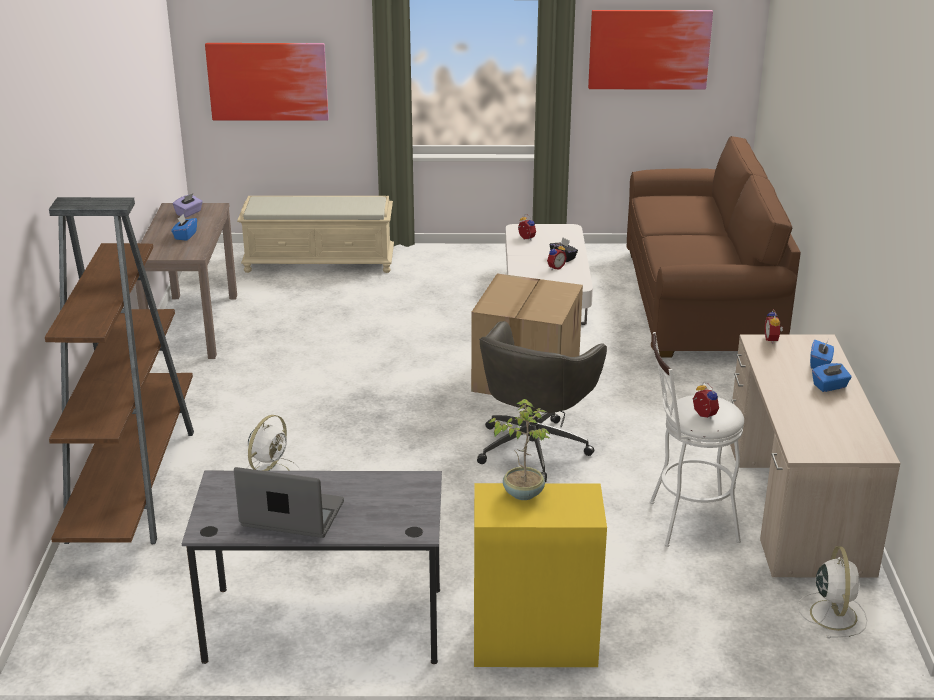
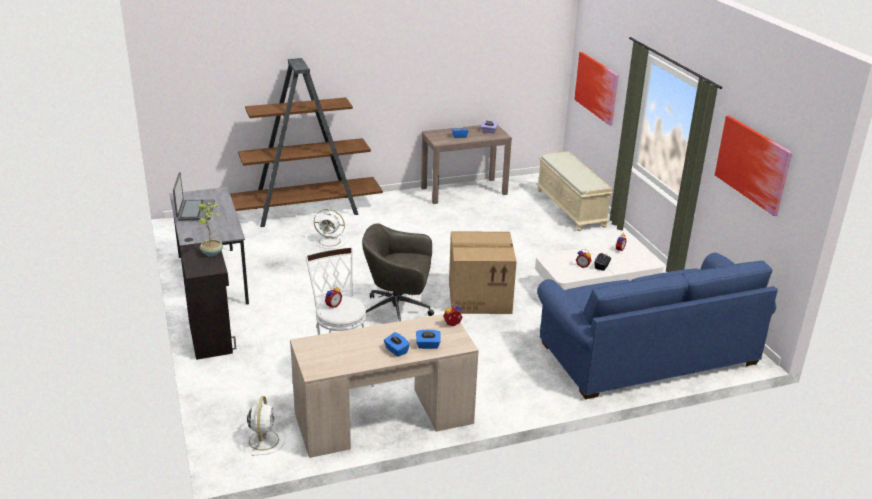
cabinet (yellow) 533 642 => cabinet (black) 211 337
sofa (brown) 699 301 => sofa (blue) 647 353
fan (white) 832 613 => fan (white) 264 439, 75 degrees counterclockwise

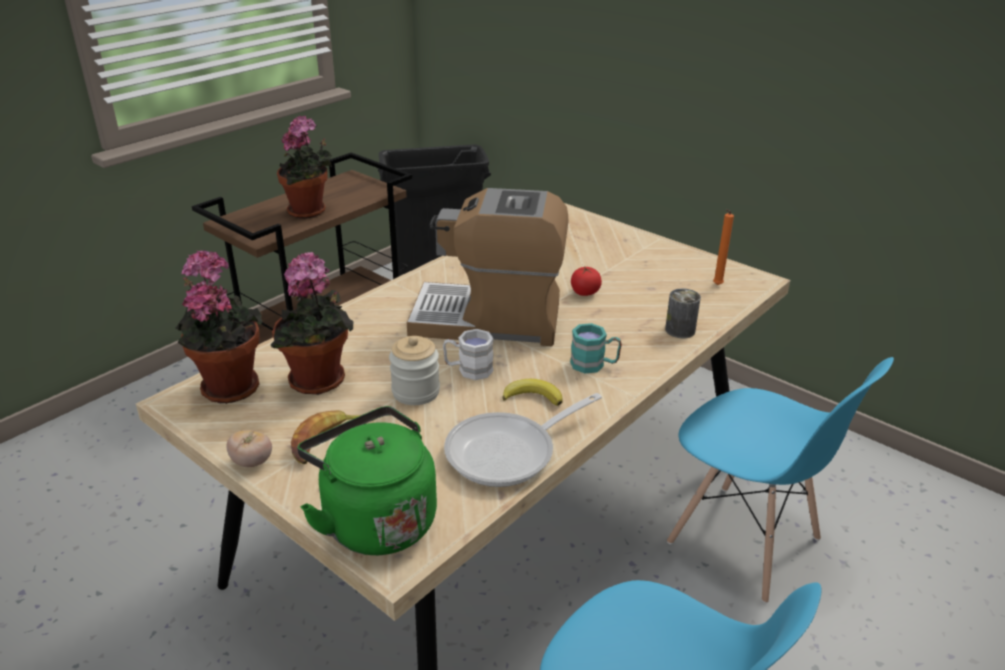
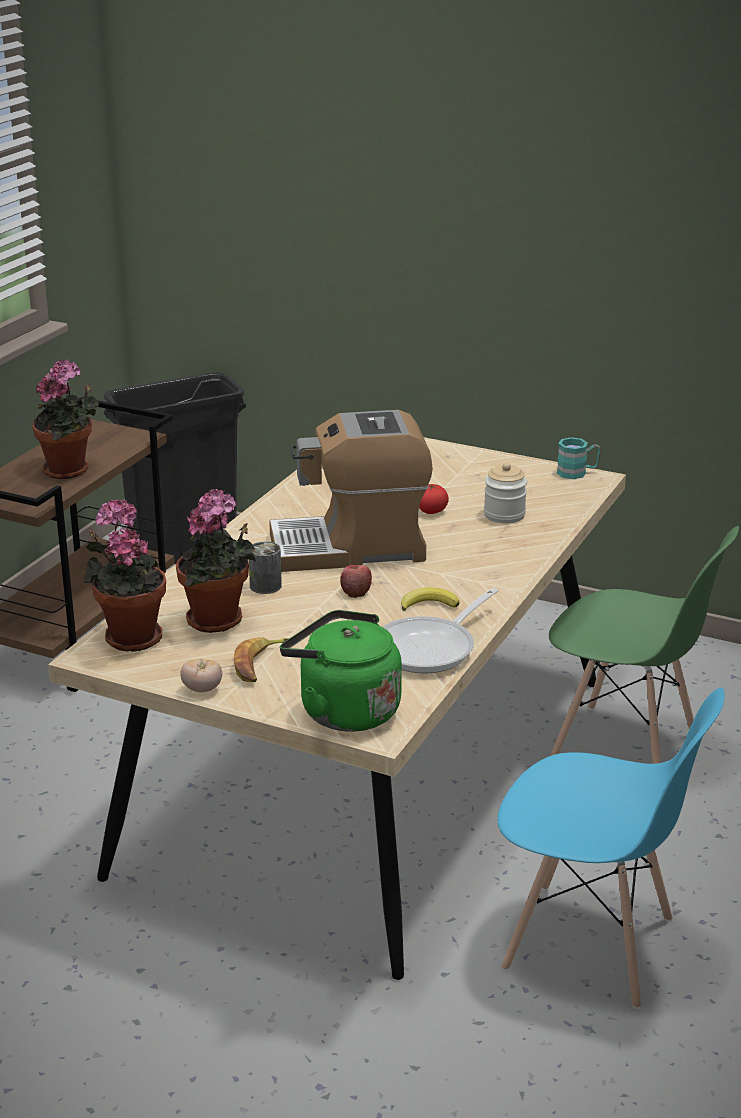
candle (orange) 716 285 => nothing
jar 416 392 => jar 504 515, moved
mug (turquoise) 594 365 => mug (turquoise) 577 473, moved
can 680 330 => can 265 586, moved
mug (white) 468 370 => apple 356 591
chair (blue) 744 542 => chair (green) 625 750

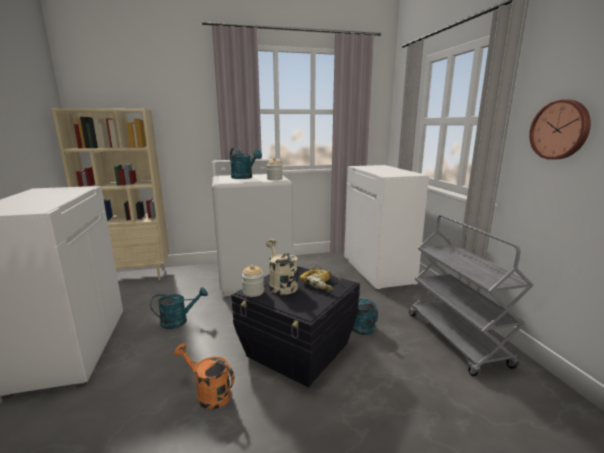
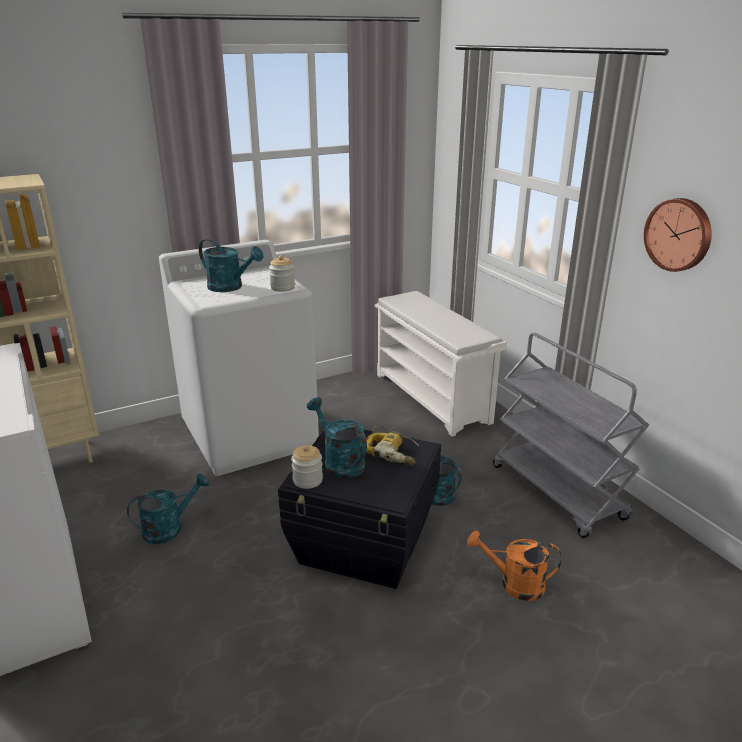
watering can (orange) 208 393 => watering can (orange) 514 584, moved
cabinet (white) 378 270 => shoe rack (white) 433 398
watering can (beige) 281 284 => watering can (turquoise) 339 462

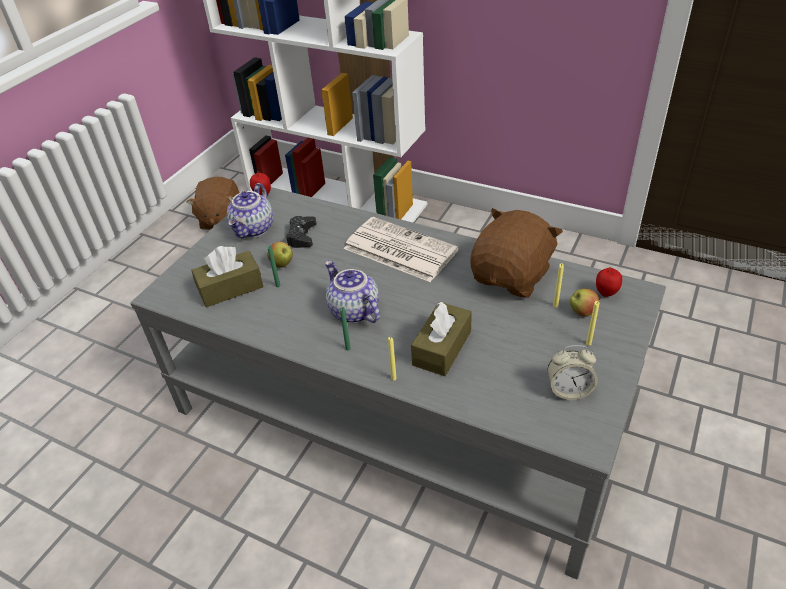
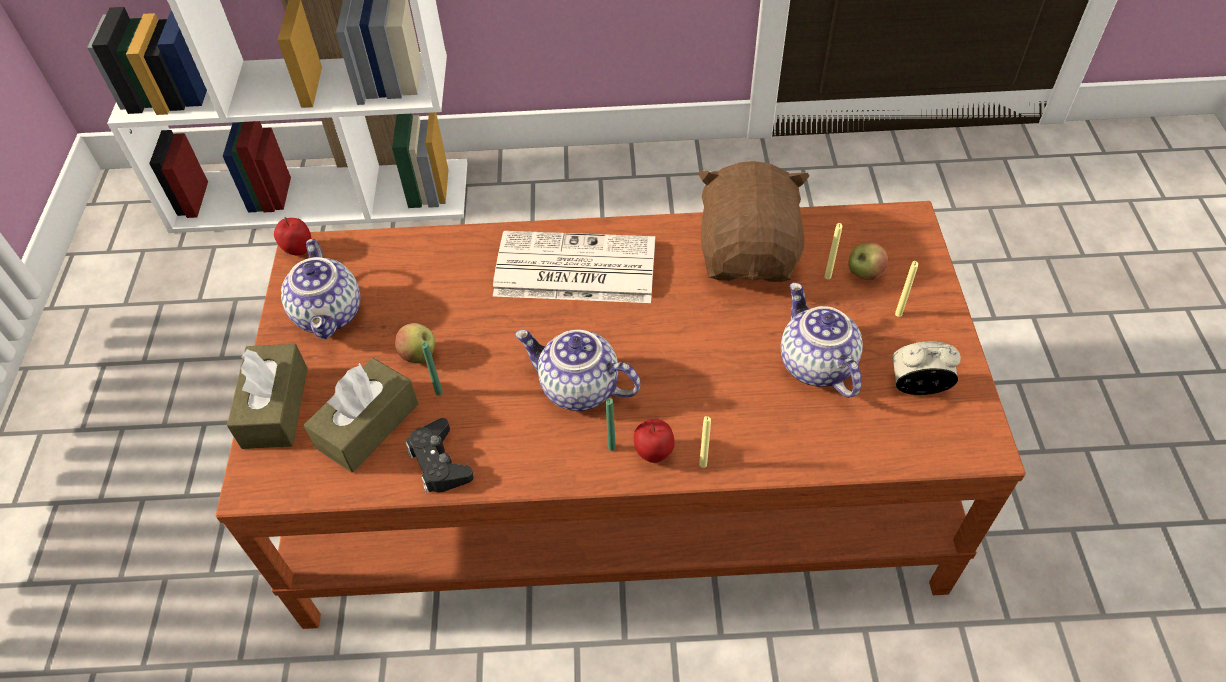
plush toy (brown) 220 219 => nothing
nothing => teapot 814 365
game controller (black) 301 236 => game controller (black) 439 462, moved
tissue box (brown) 442 348 => tissue box (brown) 275 407, moved
apple 606 294 => apple 653 454, moved
coffee table (grey) 400 406 => coffee table (brown) 616 475
alarm clock 568 390 => alarm clock 917 387, 150 degrees counterclockwise

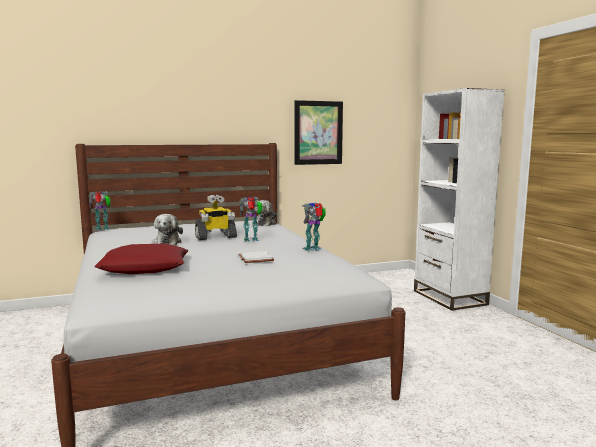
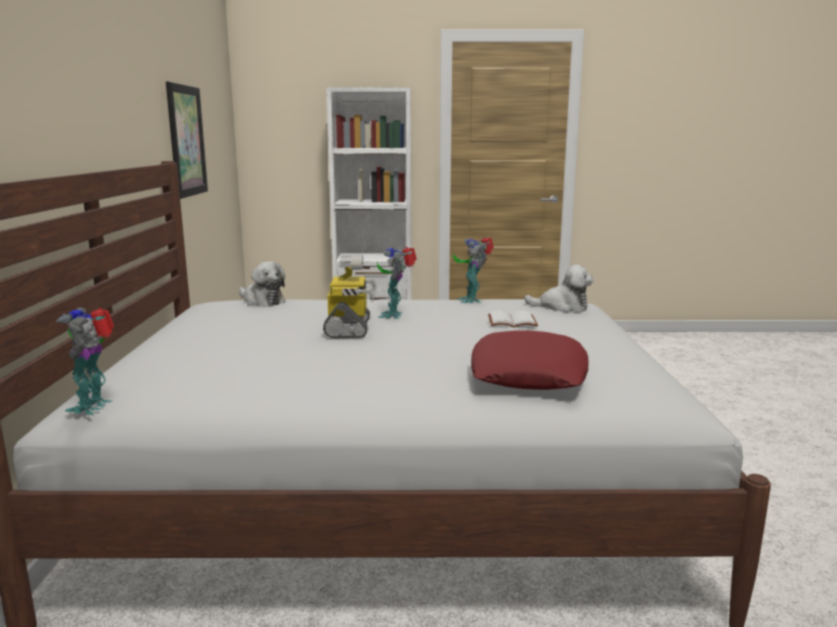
plush toy 167 242 => plush toy 562 307, moved

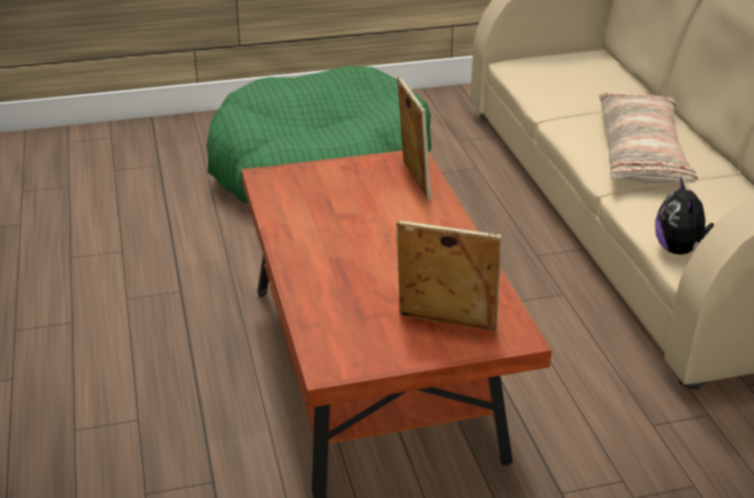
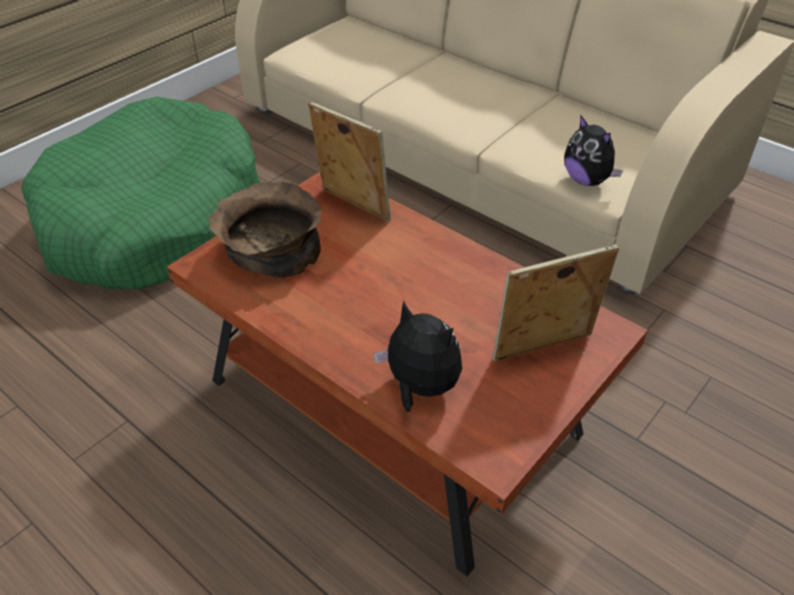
pillow 641 154 => nothing
nothing => bowl (brown) 271 248
nothing => plush toy 420 387

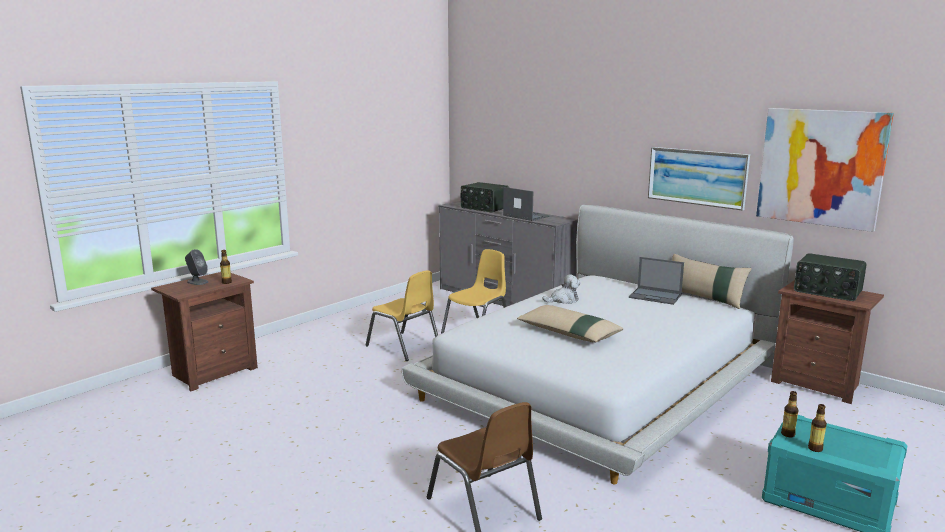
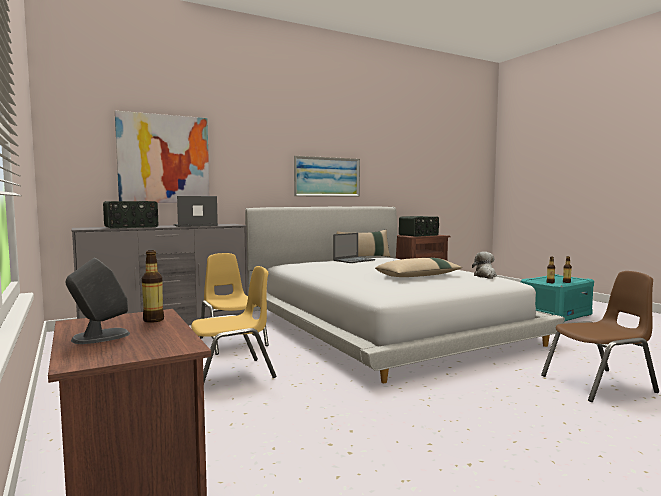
plush toy 563 300 => plush toy 485 276, moved
picture 820 167 => picture 164 159, moved

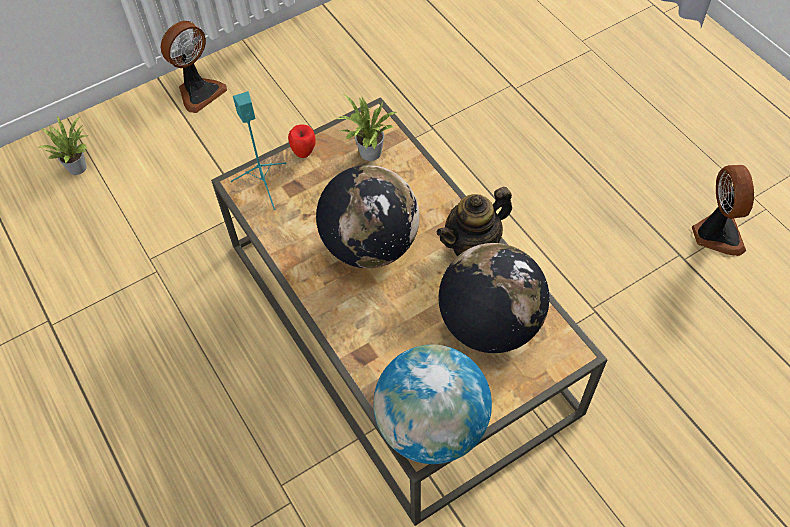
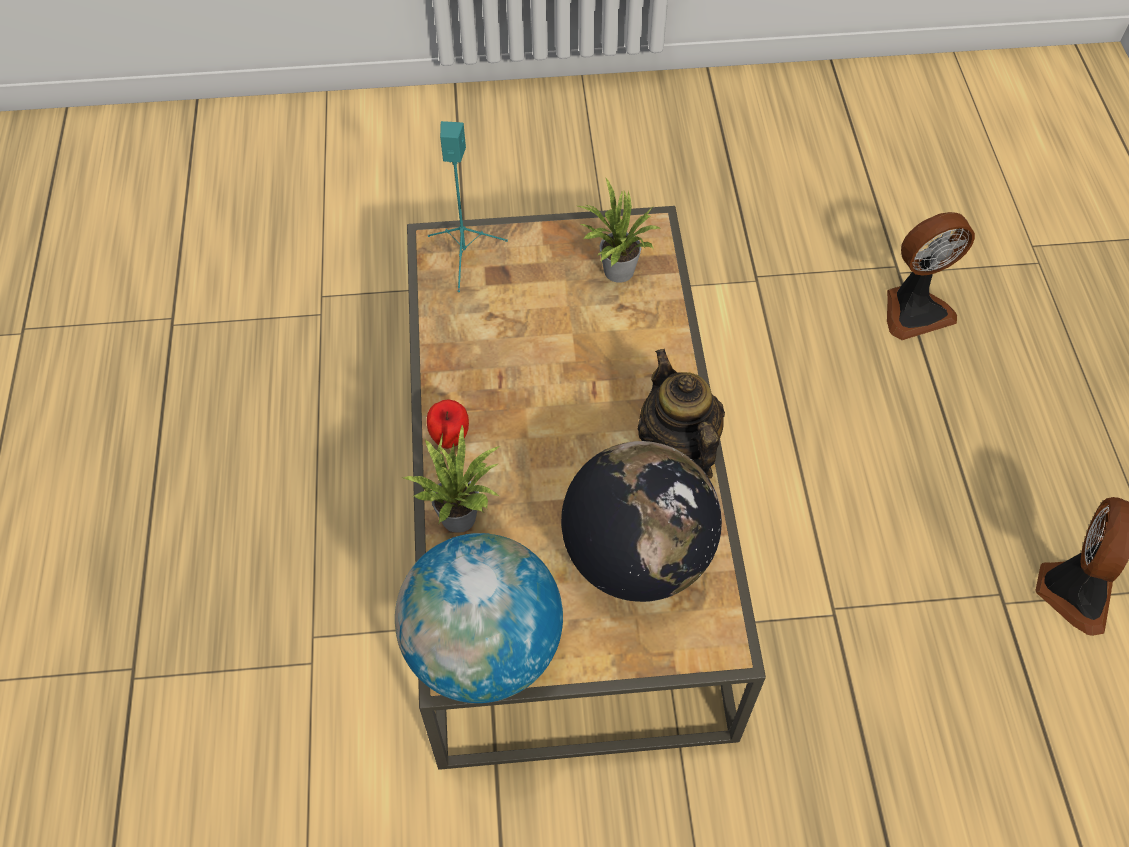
globe 370 245 => nothing
potted plant 78 166 => potted plant 461 513, moved
fan 199 92 => fan 914 309, moved
apple 304 153 => apple 450 440, moved
teapot 473 246 => teapot 677 446, 75 degrees clockwise

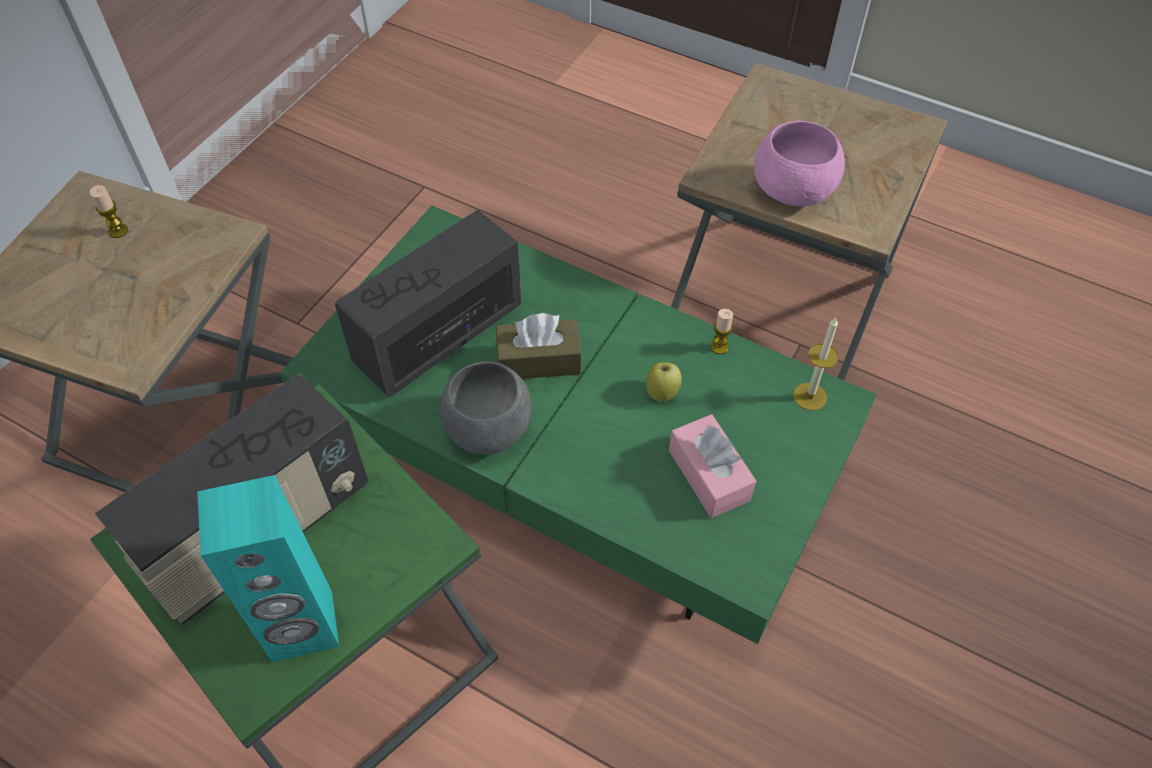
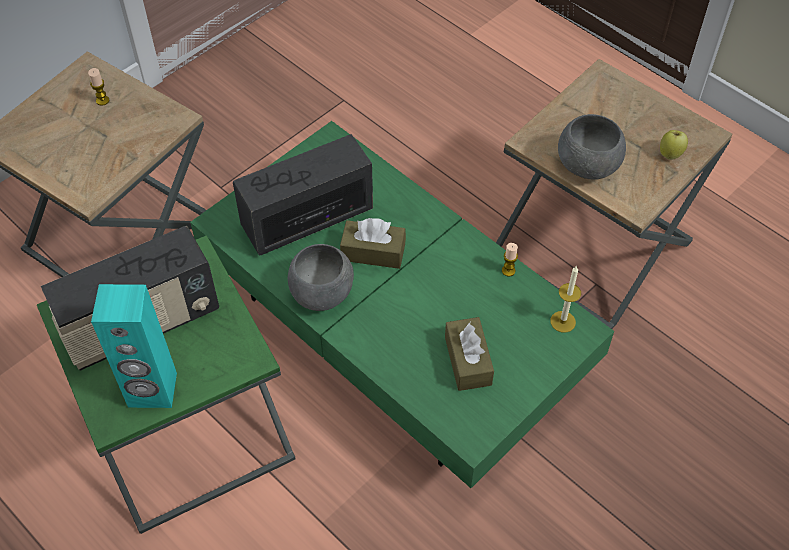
apple 662 392 => apple 670 154, moved
tissue box (pink) 709 475 => tissue box (brown) 468 361
bowl (pink) 792 193 => bowl (grey) 587 167

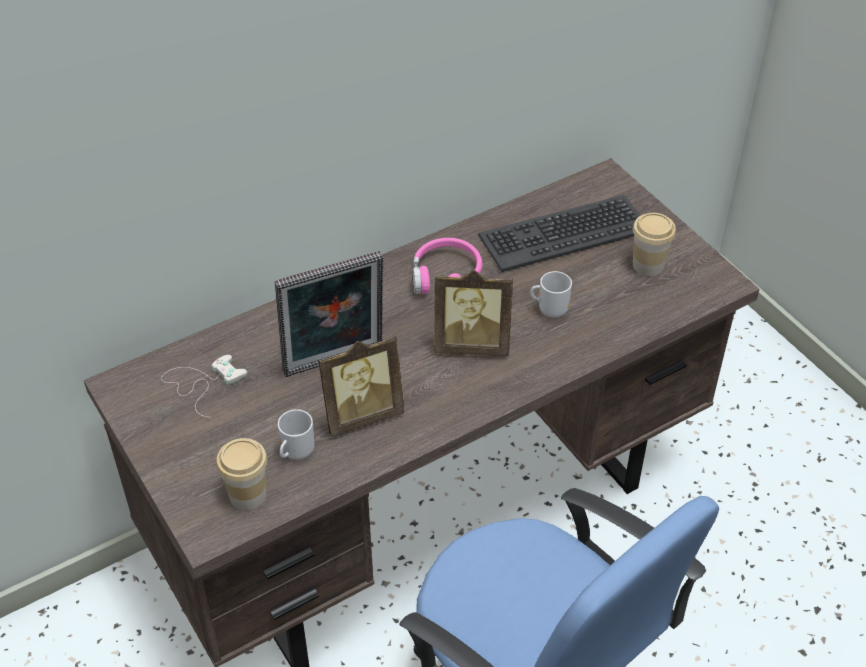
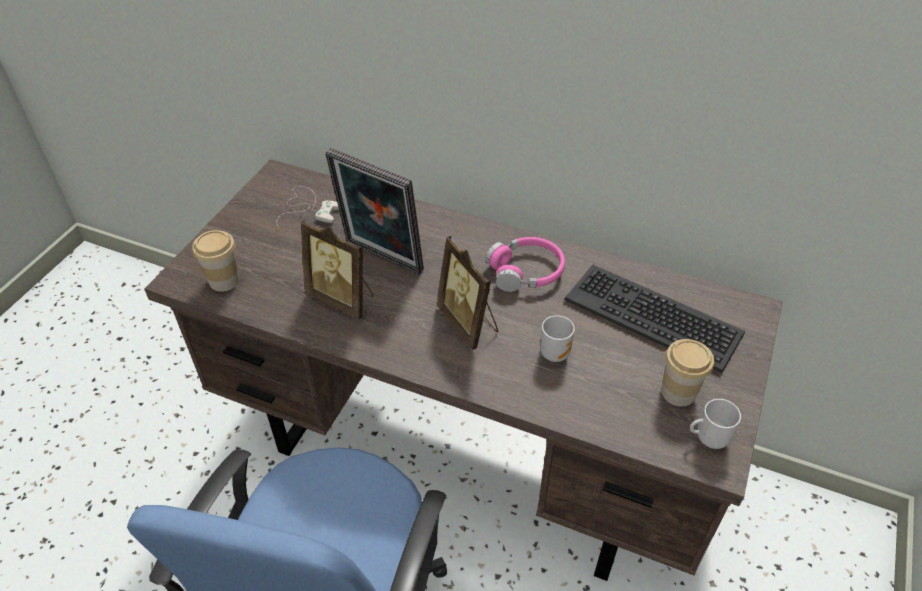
mug 295 452 => mug 708 438, moved

